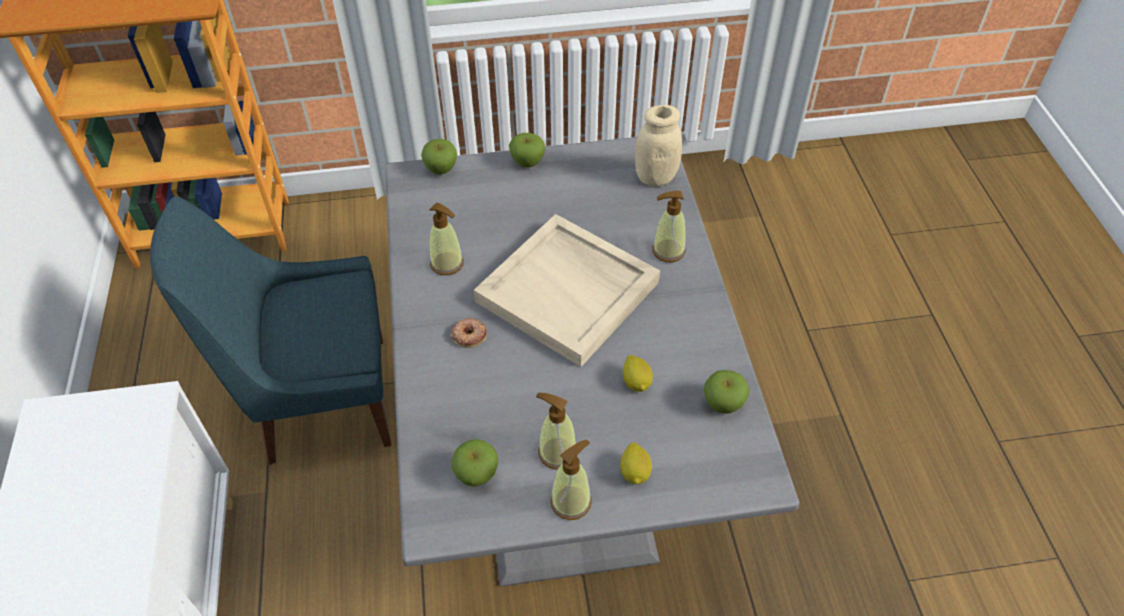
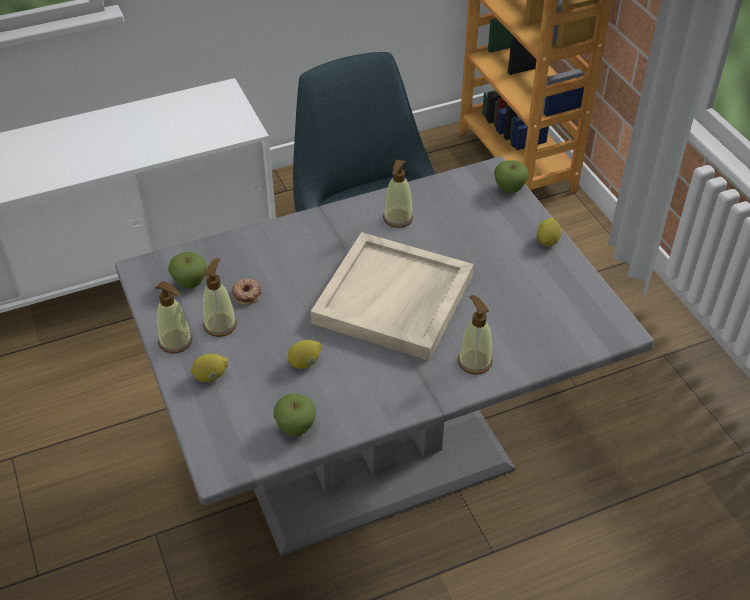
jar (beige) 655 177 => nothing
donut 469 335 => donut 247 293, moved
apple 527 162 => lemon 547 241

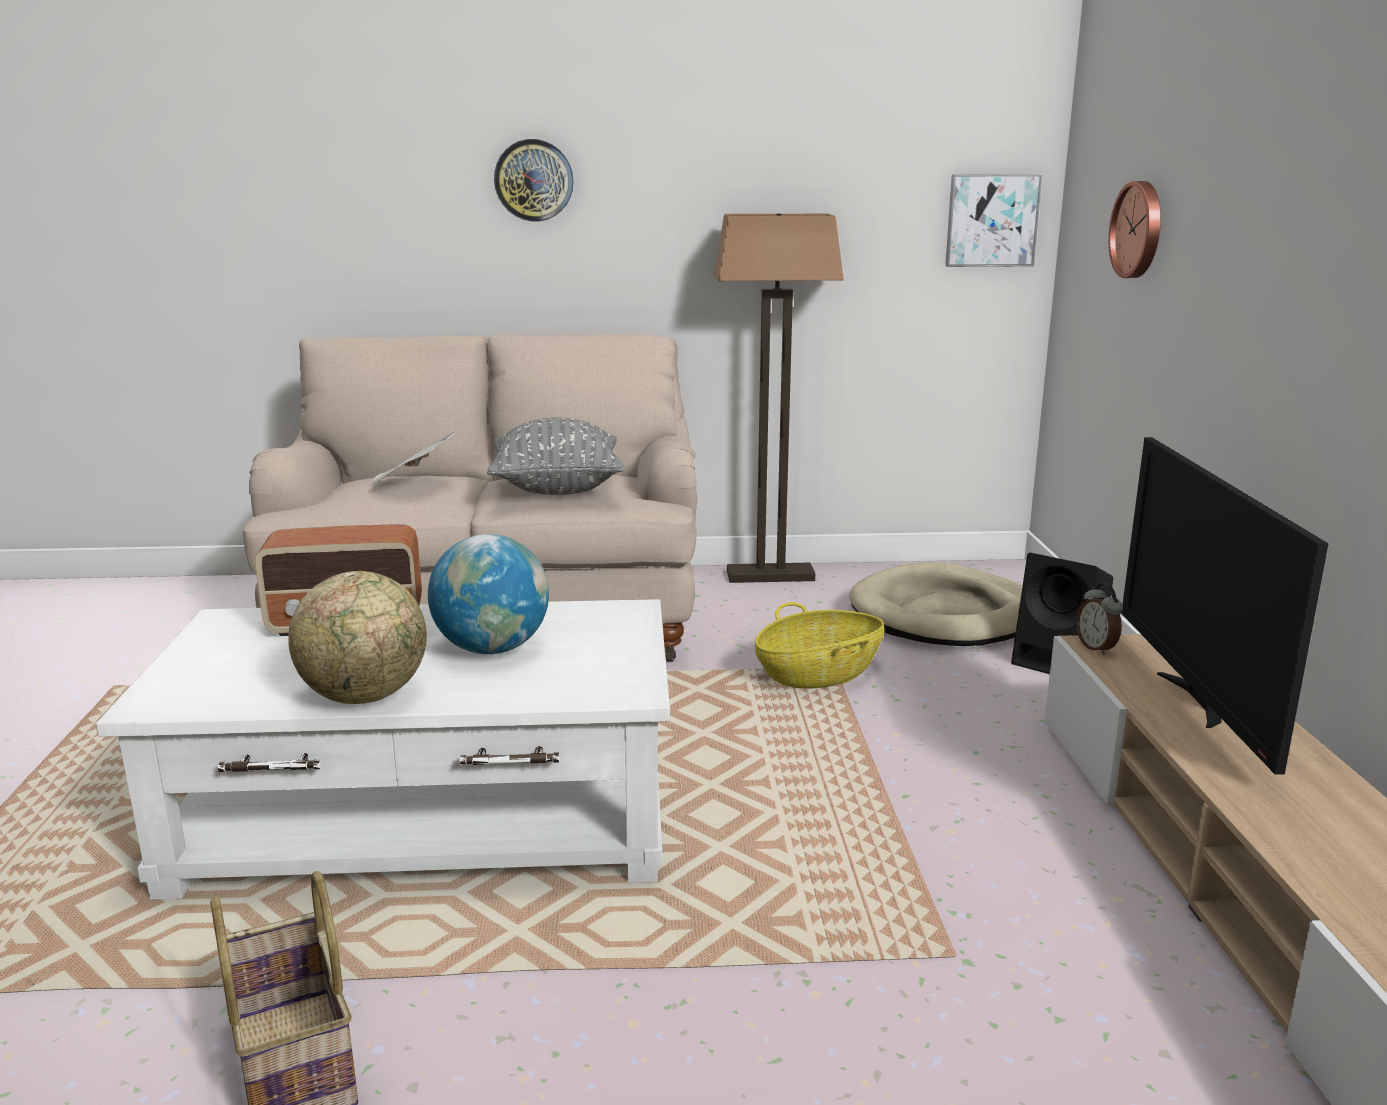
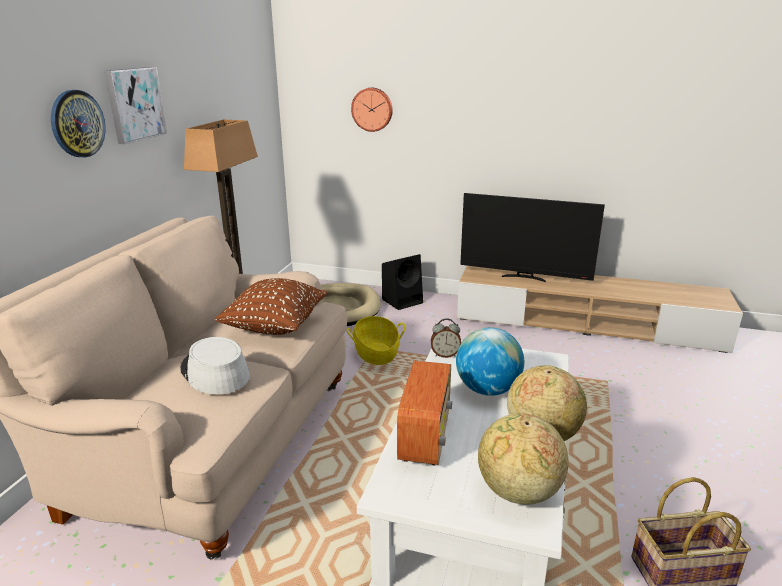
nothing => globe 518 492
picture 991 220 => picture 134 104, moved
alarm clock 1097 648 => alarm clock 445 355, moved
newspaper 412 483 => hat (grey) 214 373
pillow (grey) 557 489 => pillow (brown) 275 327

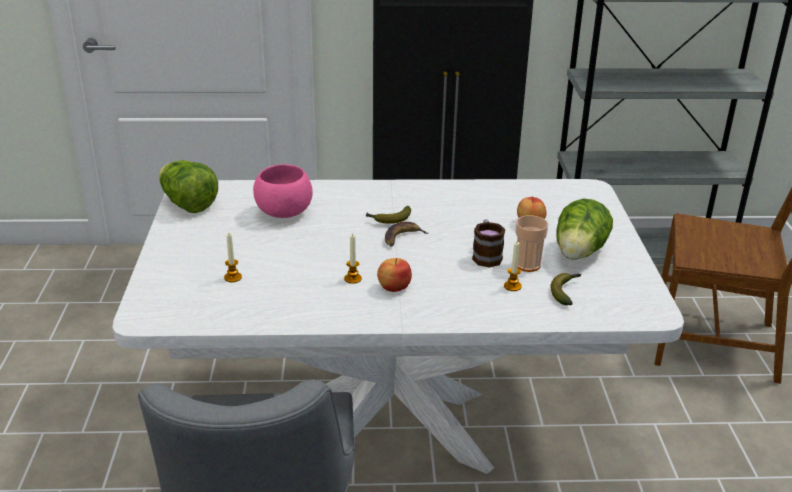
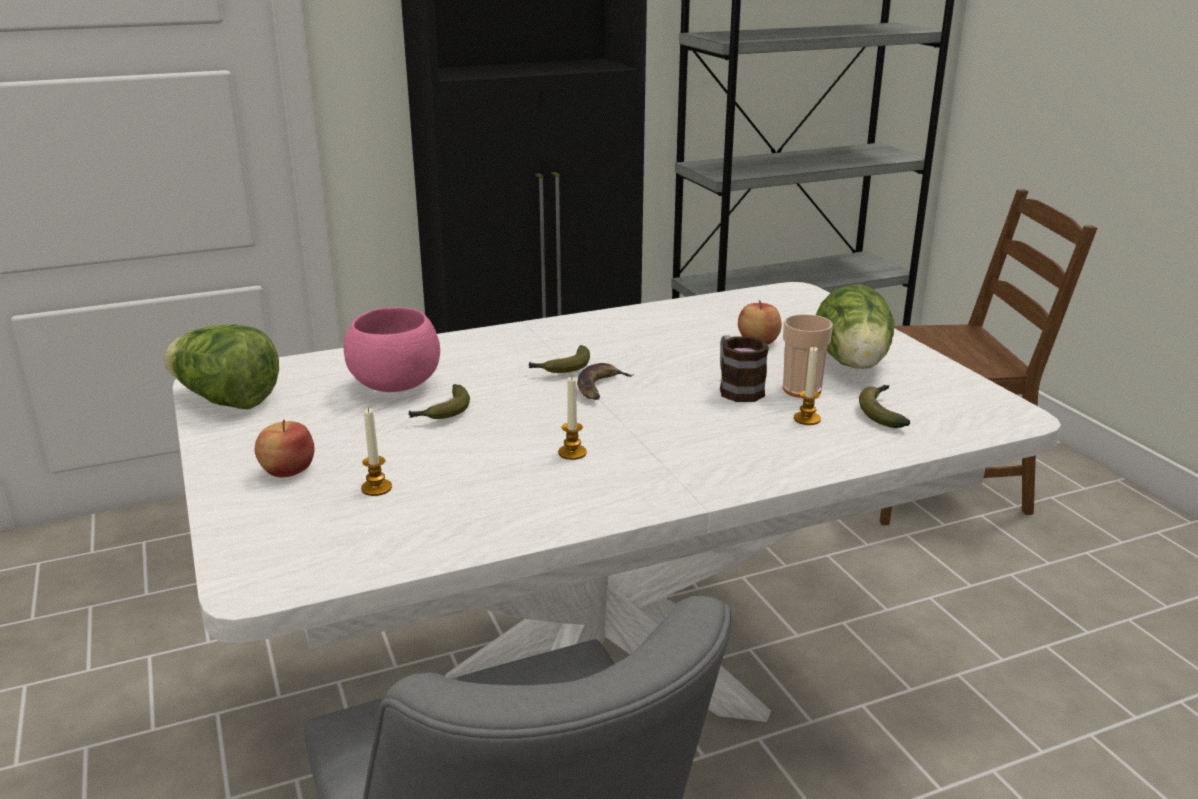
nothing => banana 443 413
apple 394 287 => apple 287 470, moved

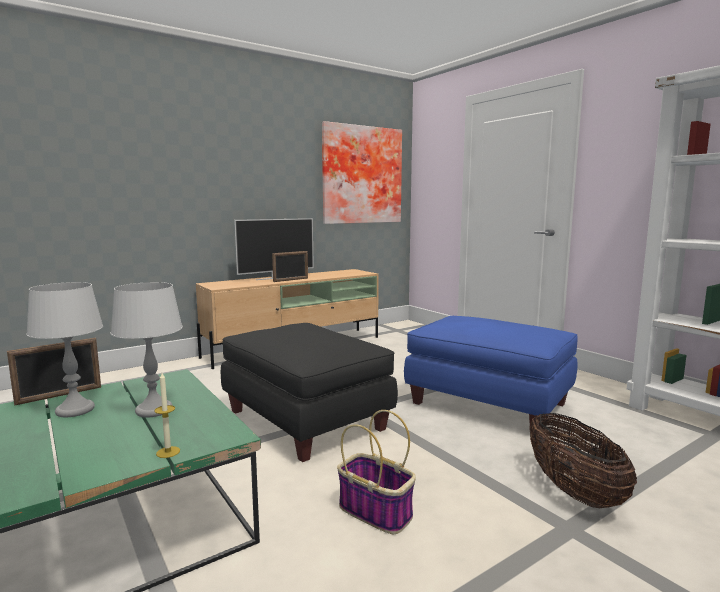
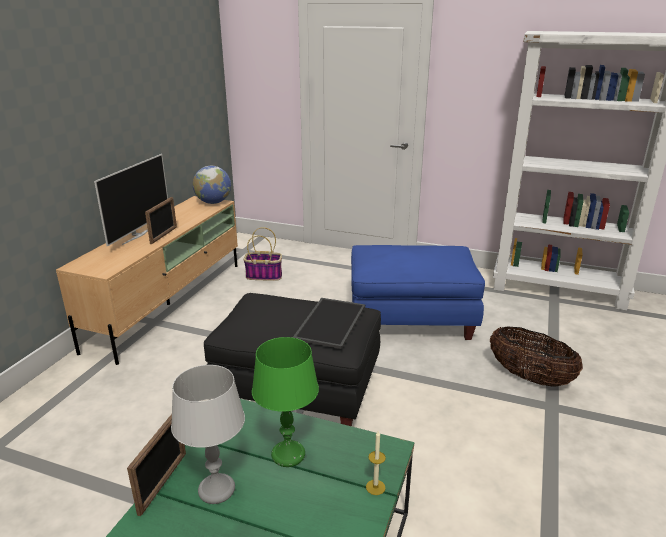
picture 361 175 => nothing
nothing => globe 213 202
nothing => tray 329 322
basket 377 512 => basket 264 276, moved
table lamp (grey) 153 410 => table lamp (green) 287 455

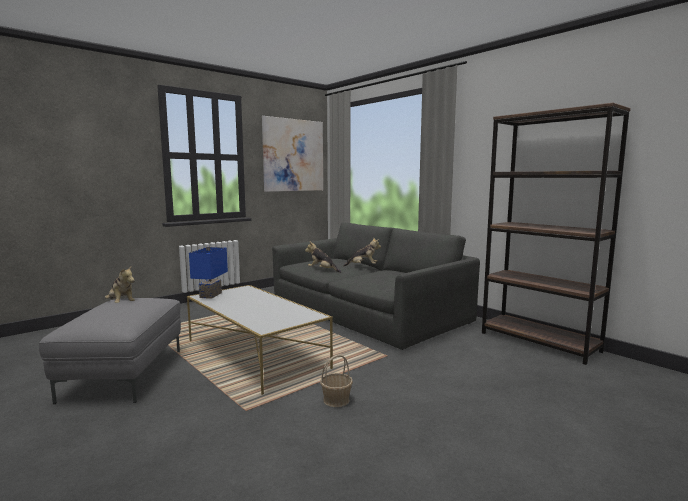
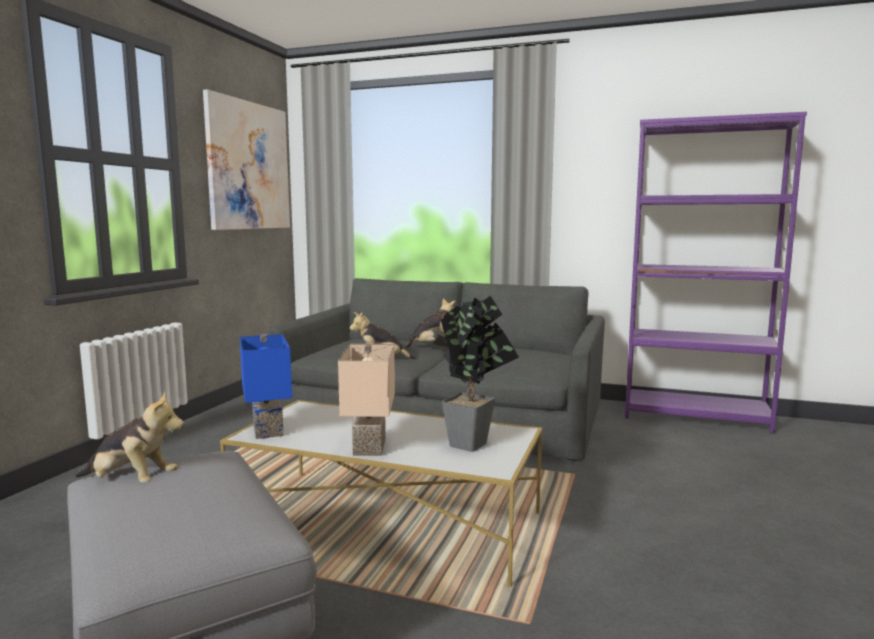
basket 336 400 => nothing
nothing => table lamp (beige) 372 447
nothing => potted plant 474 443
bookcase (brown) 539 342 => bookcase (purple) 695 417

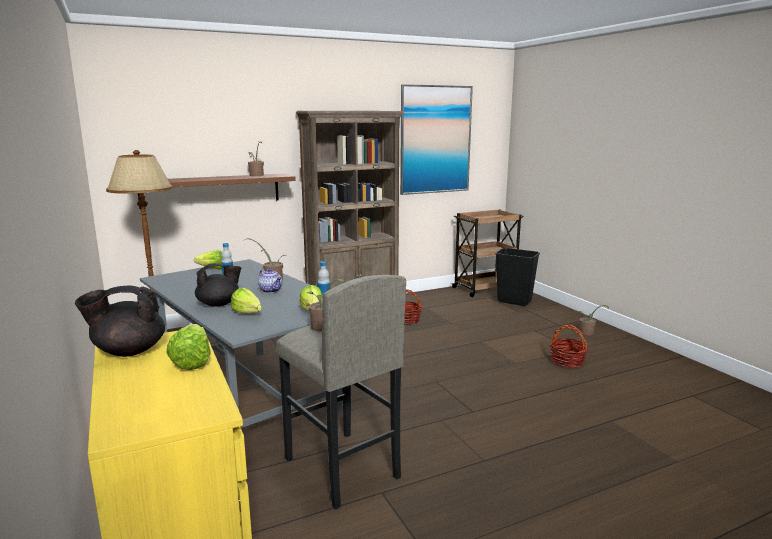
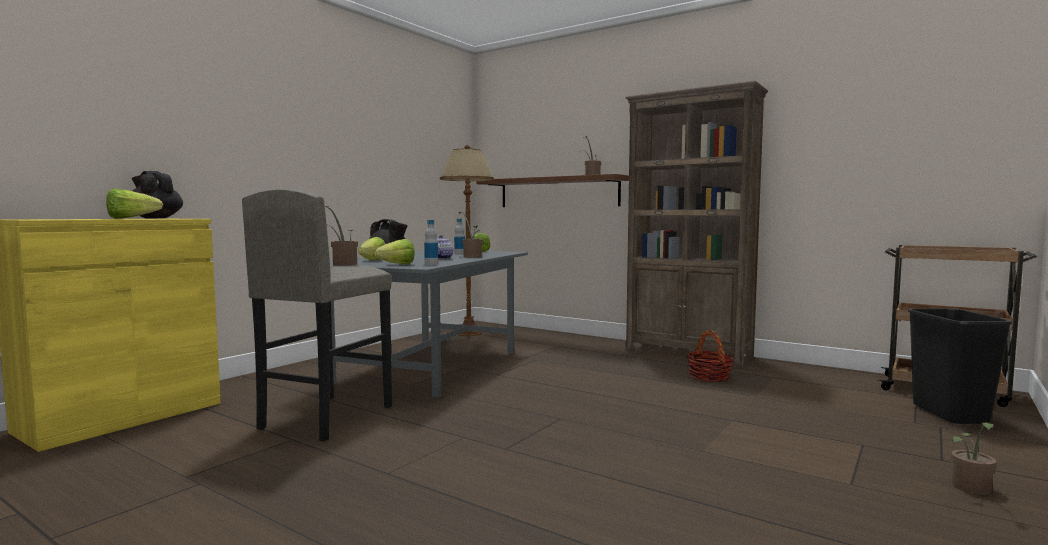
picture 435 140 => nothing
basket 567 361 => nothing

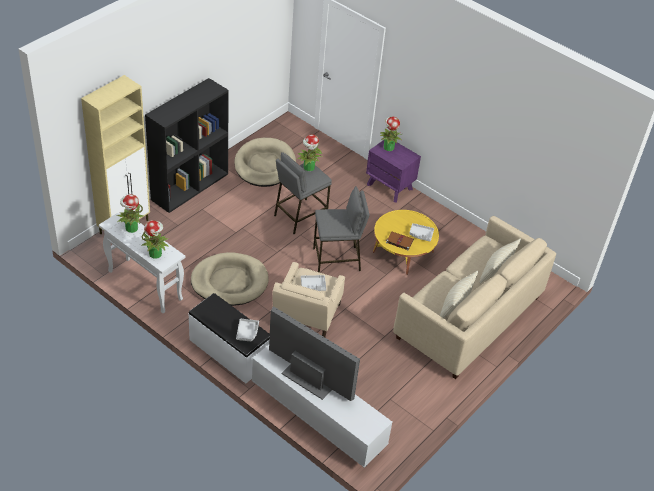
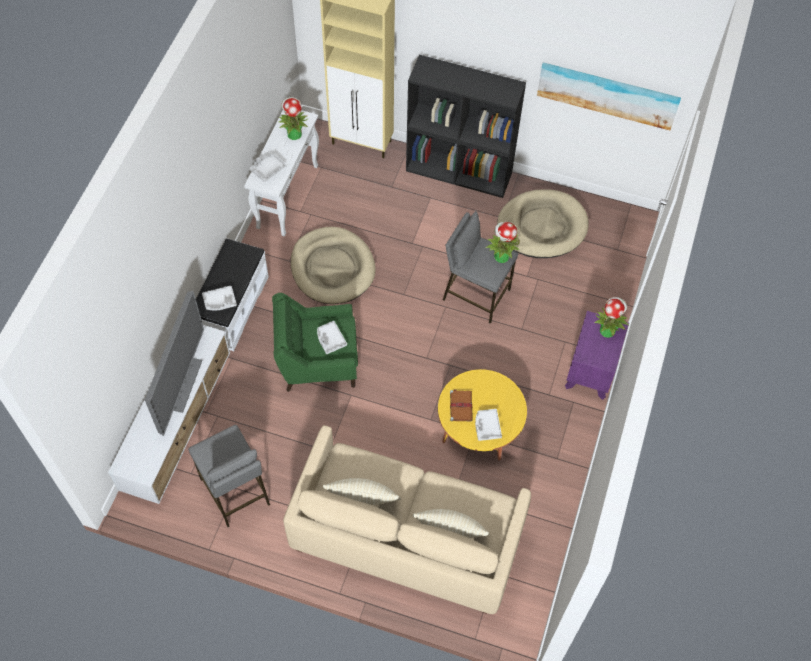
nothing => picture 607 94
stool (grey) 337 260 => stool (grey) 235 492, moved
potted plant 155 253 => tray (grey) 267 170
armchair (beige) 306 317 => armchair (green) 317 361

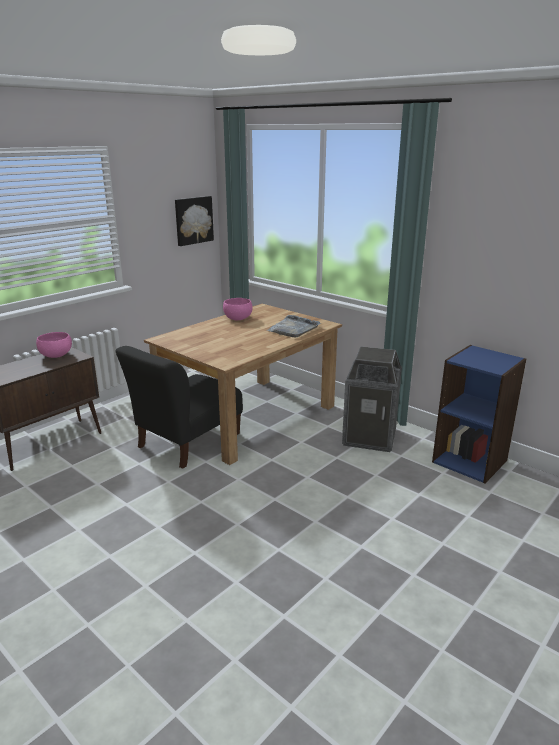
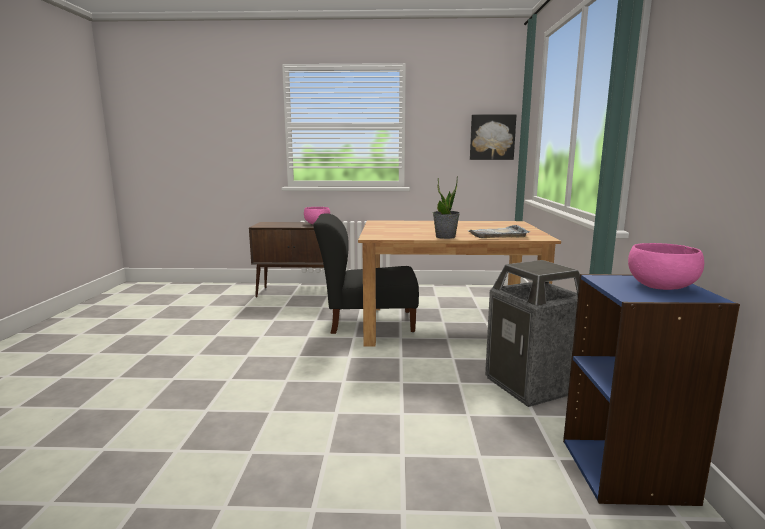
nothing => potted plant 445 237
bowl (pink) 238 318 => bowl (pink) 661 286, moved

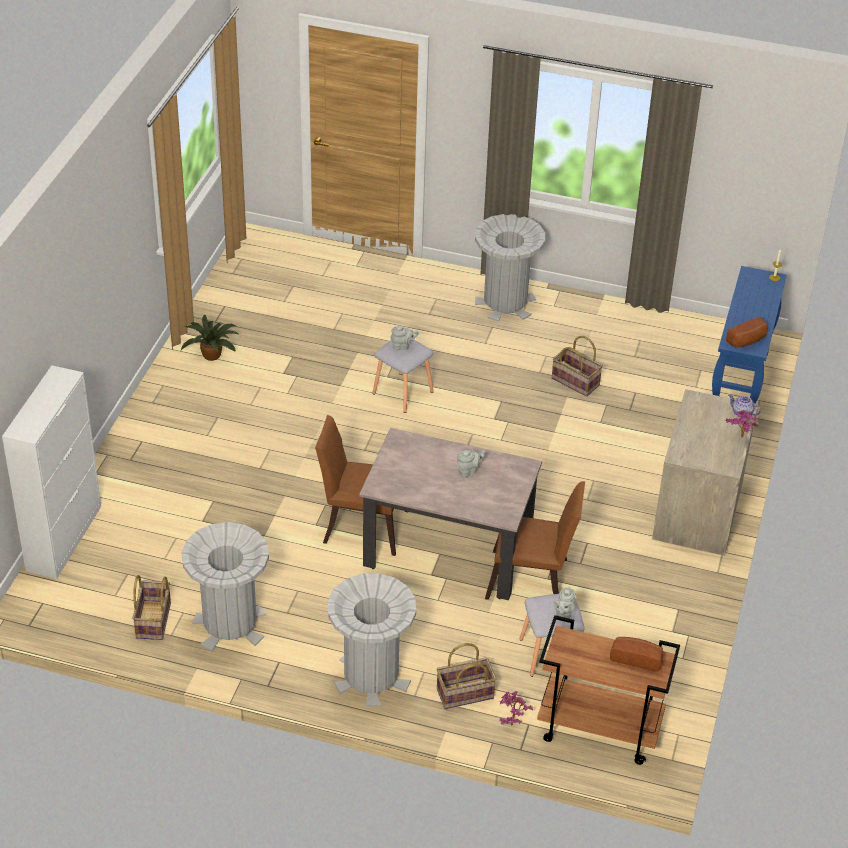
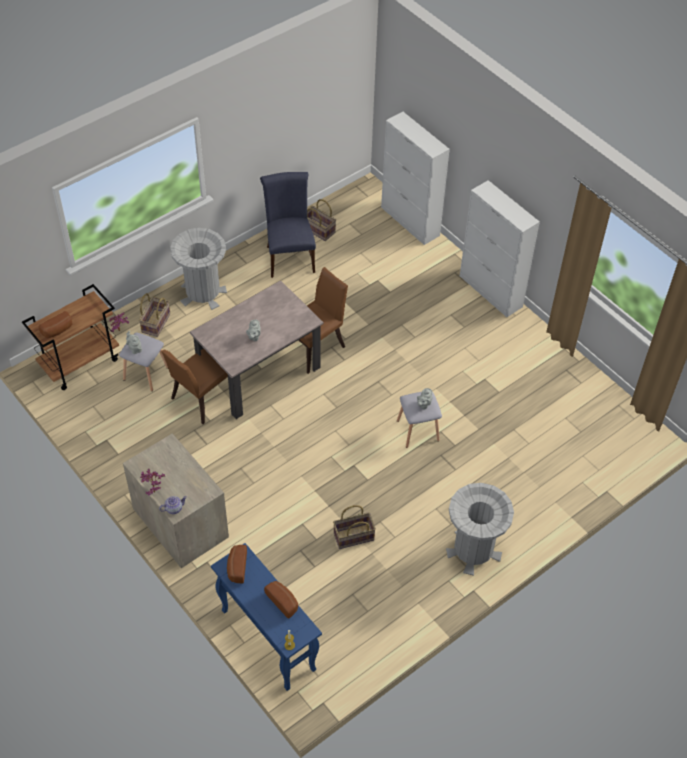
potted plant 212 354 => nothing
nothing => bread 283 601
nothing => cabinet (white) 491 291
trash can (grey) 229 624 => chair (blue) 289 256

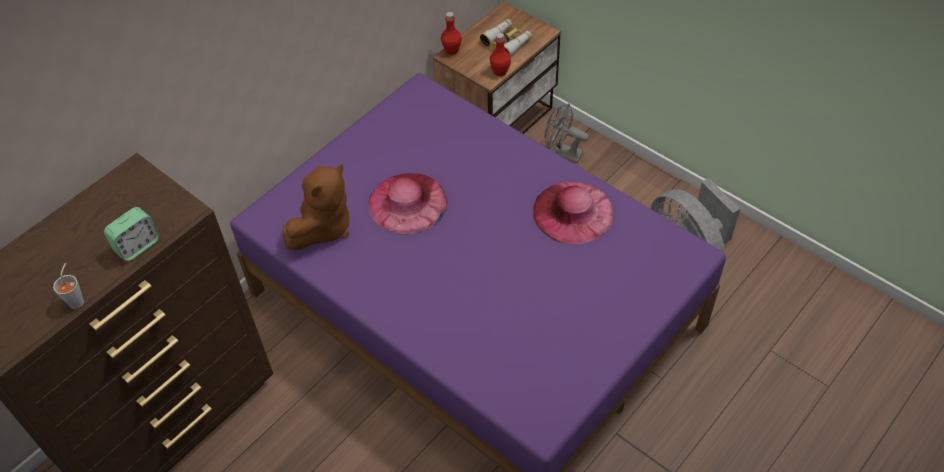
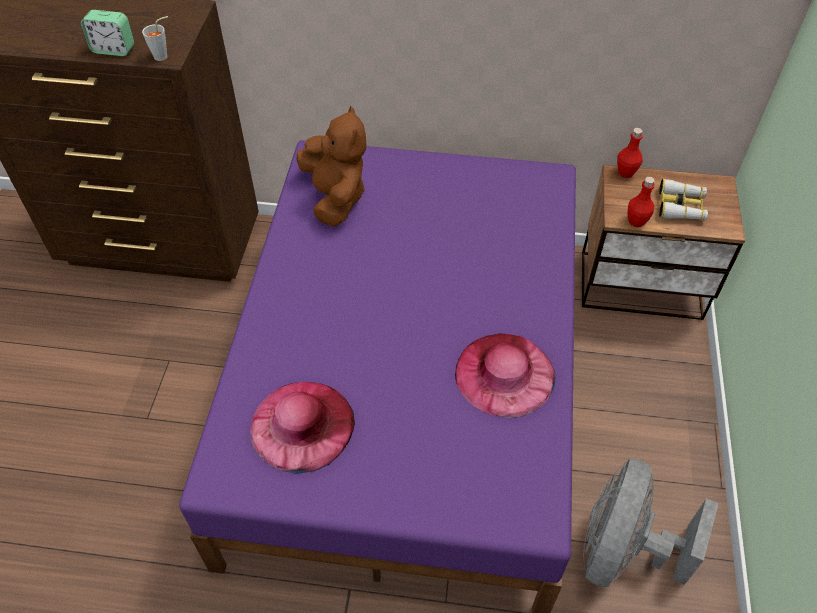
fan (grey) 562 153 => nothing
cup (grey) 77 299 => cup (grey) 164 56, moved
hat (pink) 407 203 => hat (pink) 302 425, moved
plush toy (brown) 323 227 => plush toy (brown) 335 197, 105 degrees counterclockwise

